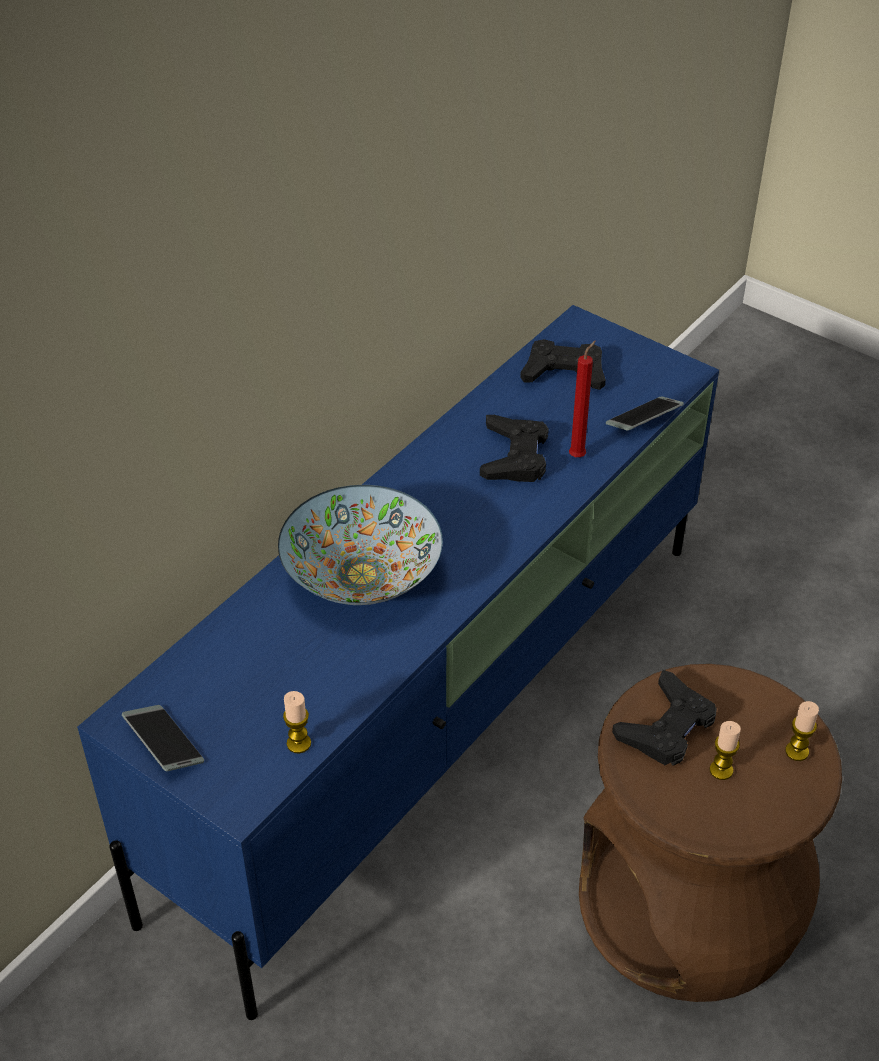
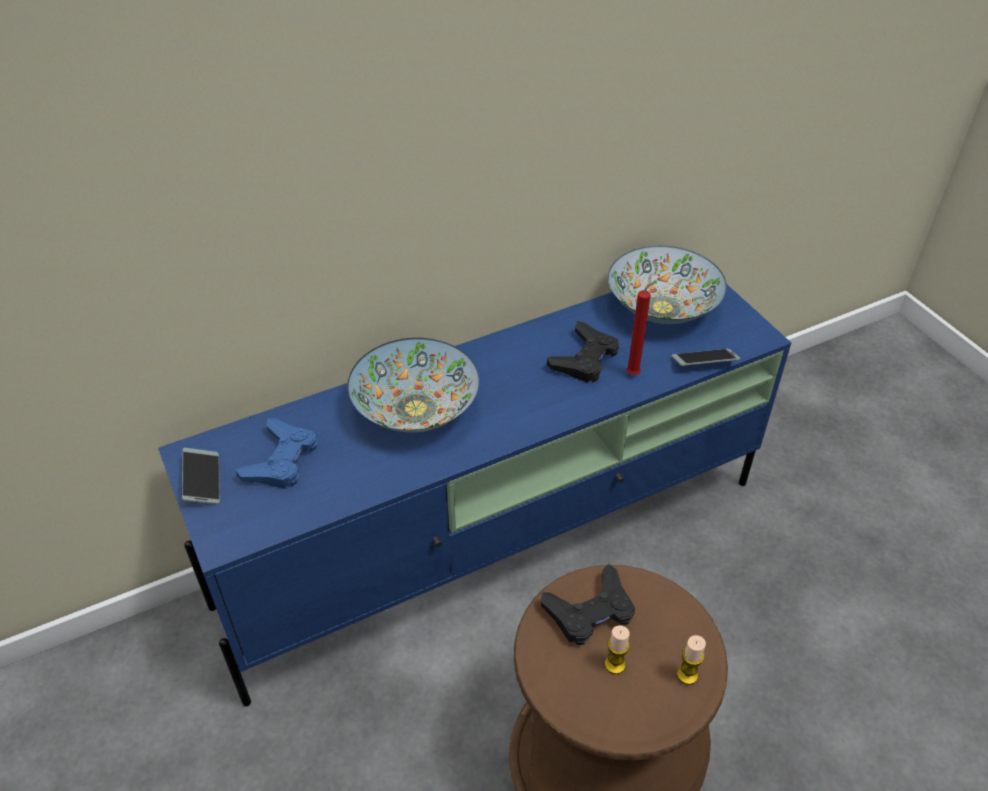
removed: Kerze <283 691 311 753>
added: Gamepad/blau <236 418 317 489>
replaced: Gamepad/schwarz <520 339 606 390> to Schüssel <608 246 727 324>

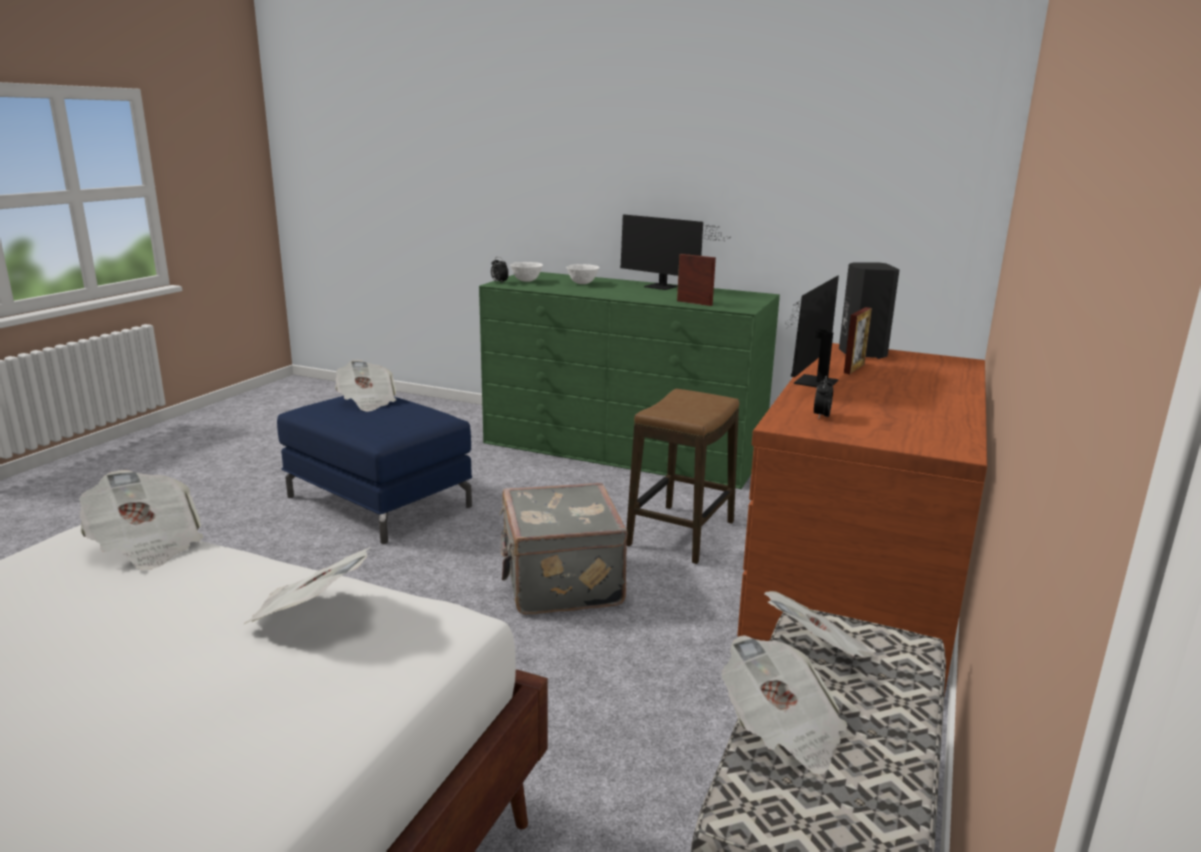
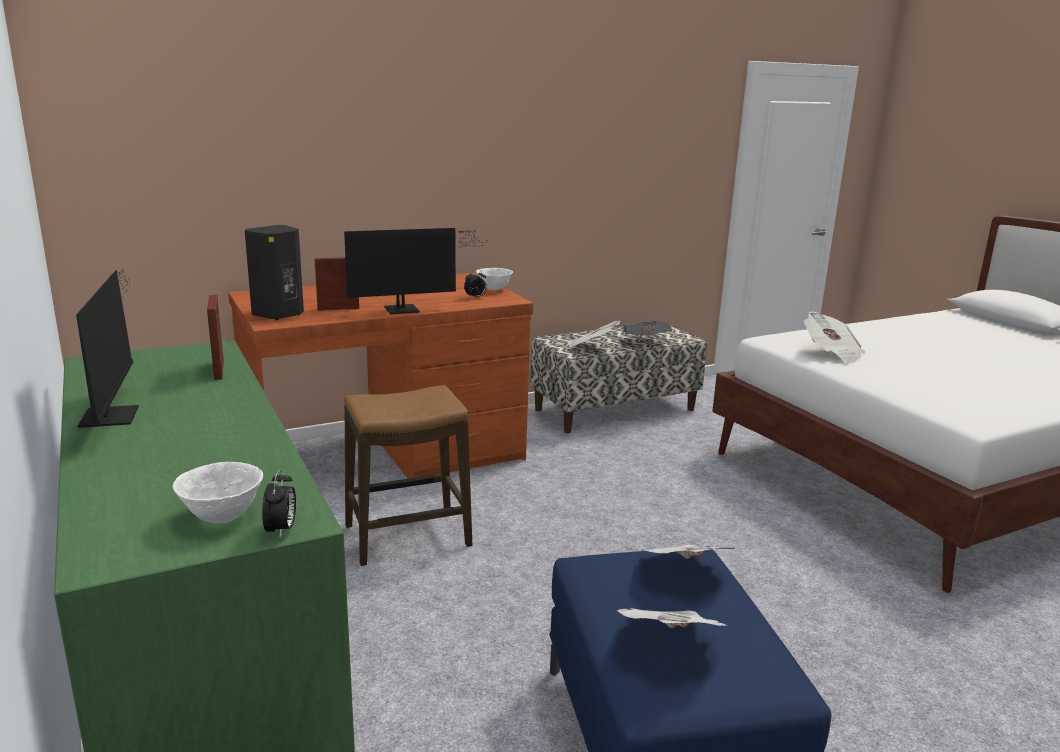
removed: Koffer/grau <499 483 628 615>
moved: Schüssel/weiß <566 264 600 284> to <476 268 513 290>; Zeitung <79 470 203 570> to <643 545 735 559>

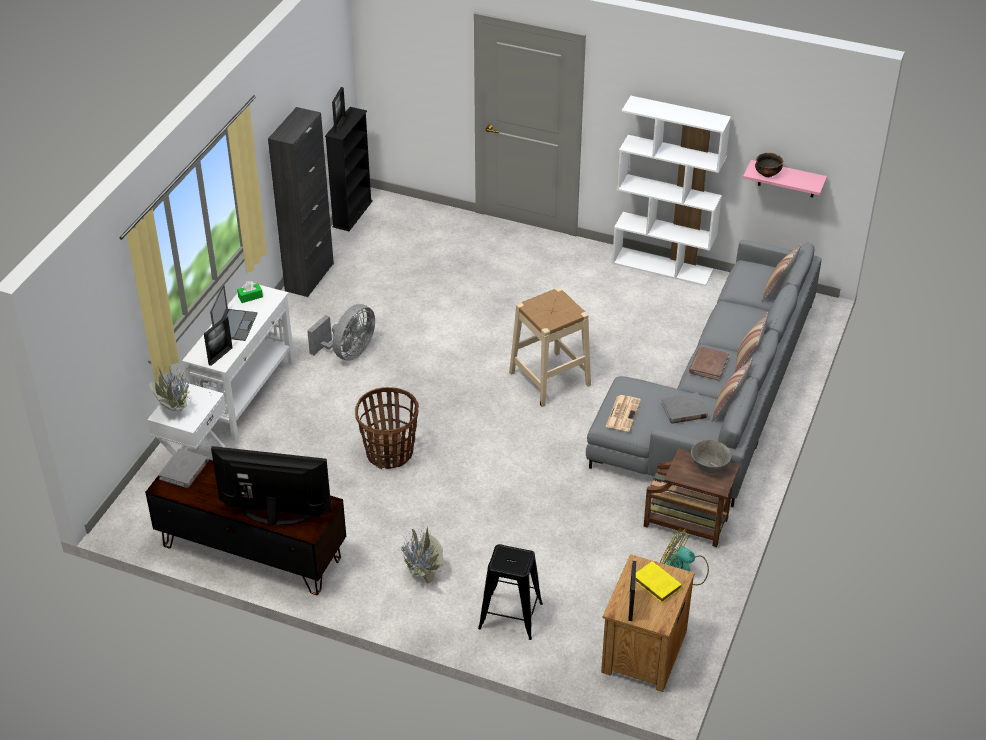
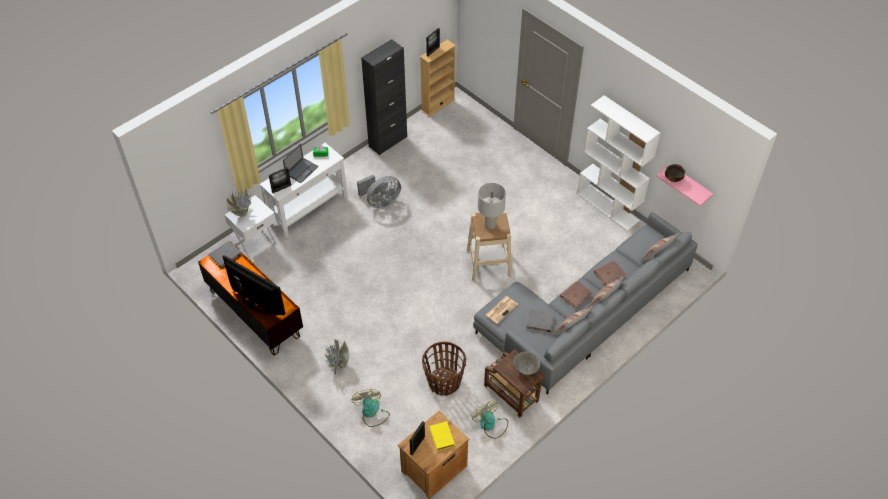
added: Tischlampe/grau <478 183 506 229>; Buch/braun <594 261 626 286>
moved: Korb <355 387 419 469> to <422 341 466 396>
replaced: Hocker/schwarz <478 544 543 640> to Ventilator <352 389 390 427>
recoloured: Bücherregal/schwarz <325 107 373 231> to Bücherregal/beige <420 39 456 117>

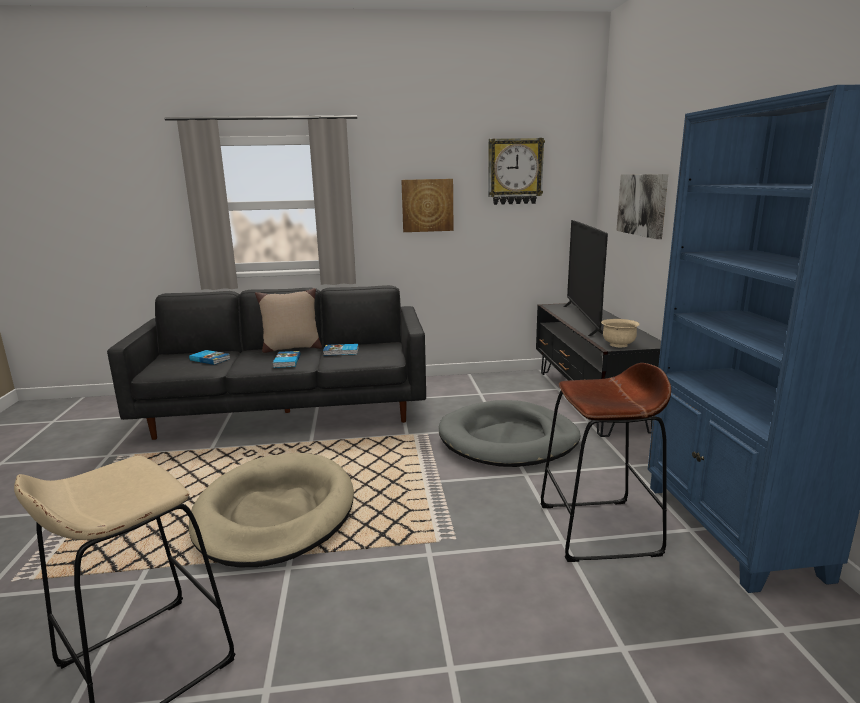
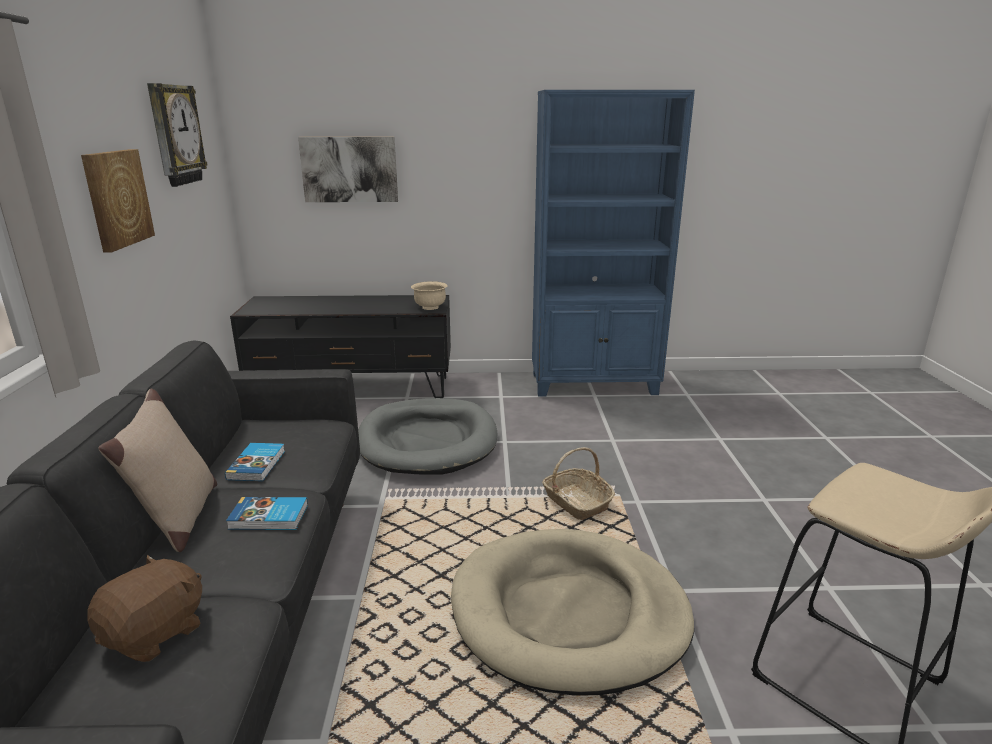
removed: Hocker/braun <540 363 671 562>; Fernseher <563 220 608 336>
added: Korb <542 447 615 520>
replaced: Buch <189 350 230 365> to Plüschtier/braun <87 555 202 662>

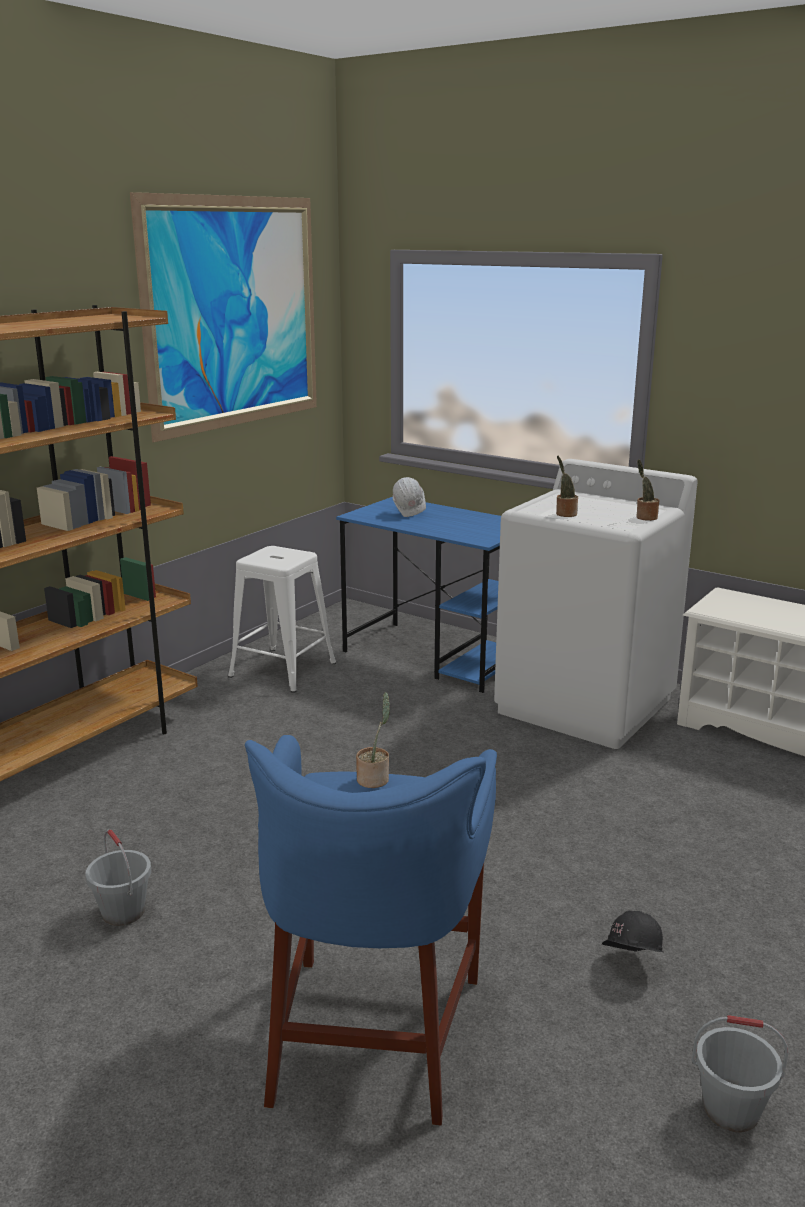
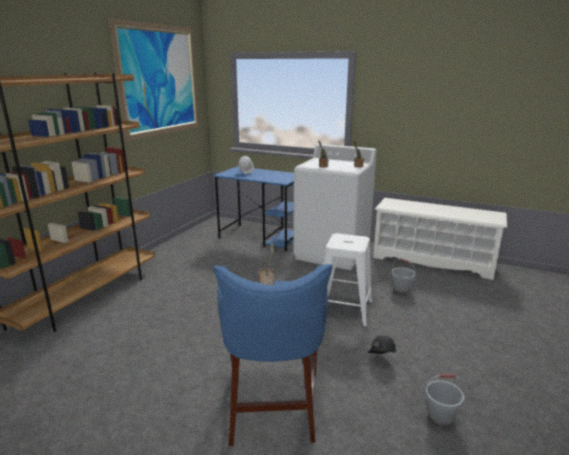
moved: Hocker/weiß <228 546 336 693> to <323 233 372 327>; Eimer/grau <85 829 151 926> to <391 258 416 294>

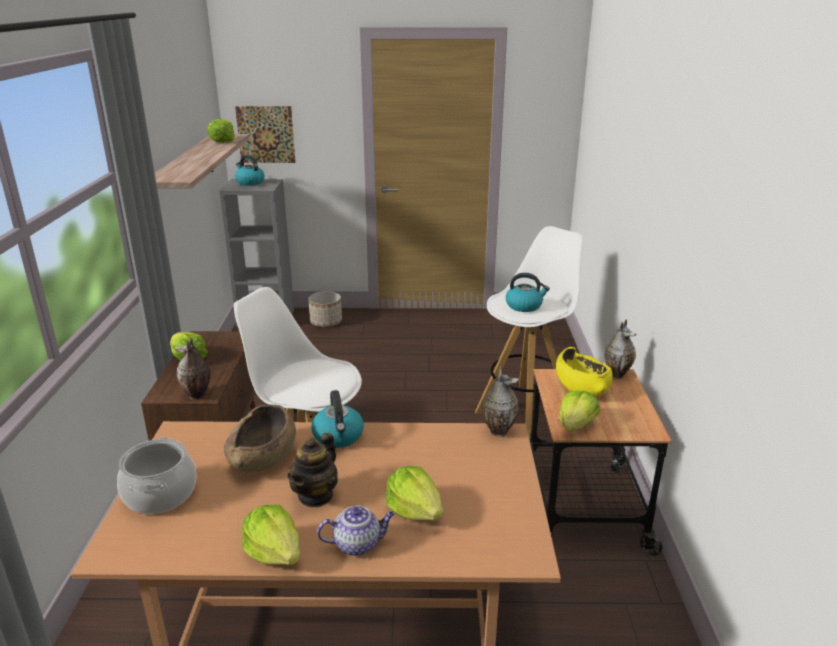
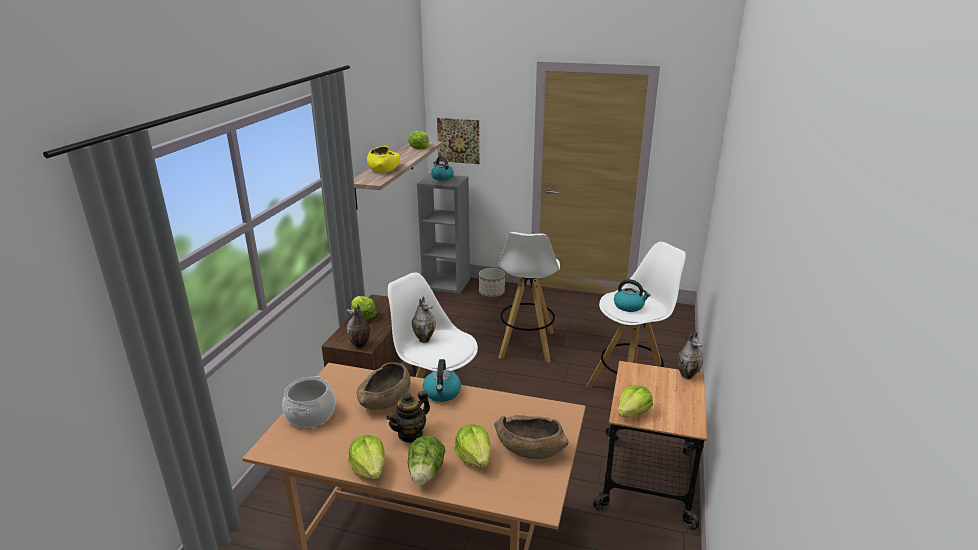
added: Schüssel/braun <494 415 568 459>; Hocker/weiß <498 232 560 363>
moved: Schüssel/gelb <556 347 613 397> to <367 146 400 173>; Vase <482 365 519 437> to <412 296 436 343>
replaced: Teekanne <317 506 395 556> to Salatkopf <408 436 445 485>

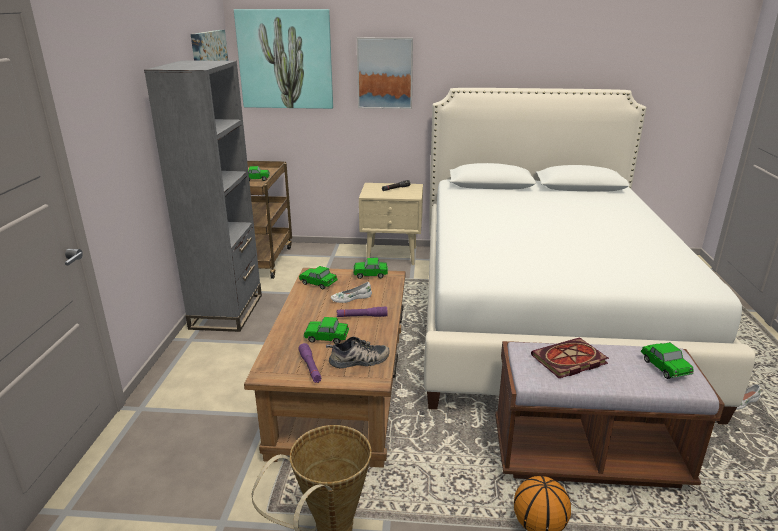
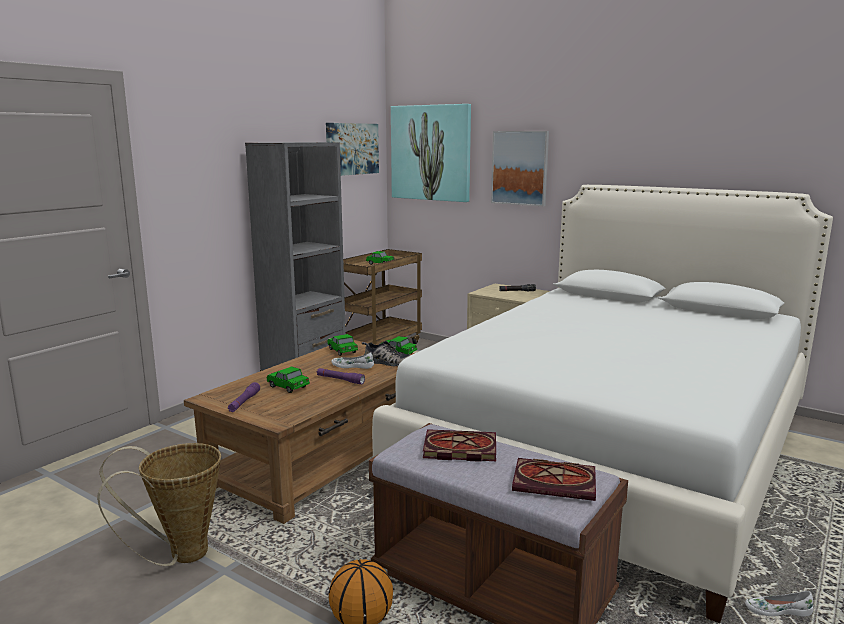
moved: Schuh <326 337 390 368> to <361 341 411 366>
replaced: Spielzeugauto <641 342 694 379> to Buch <512 458 596 501>

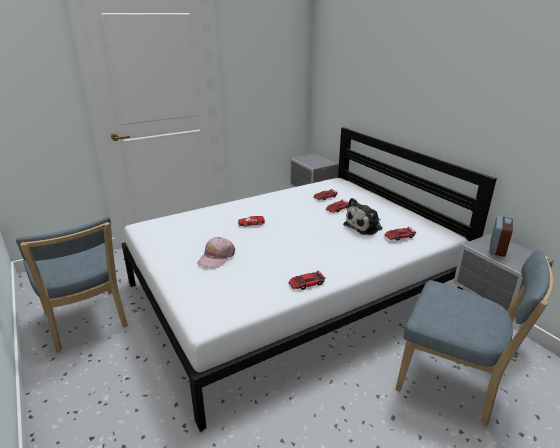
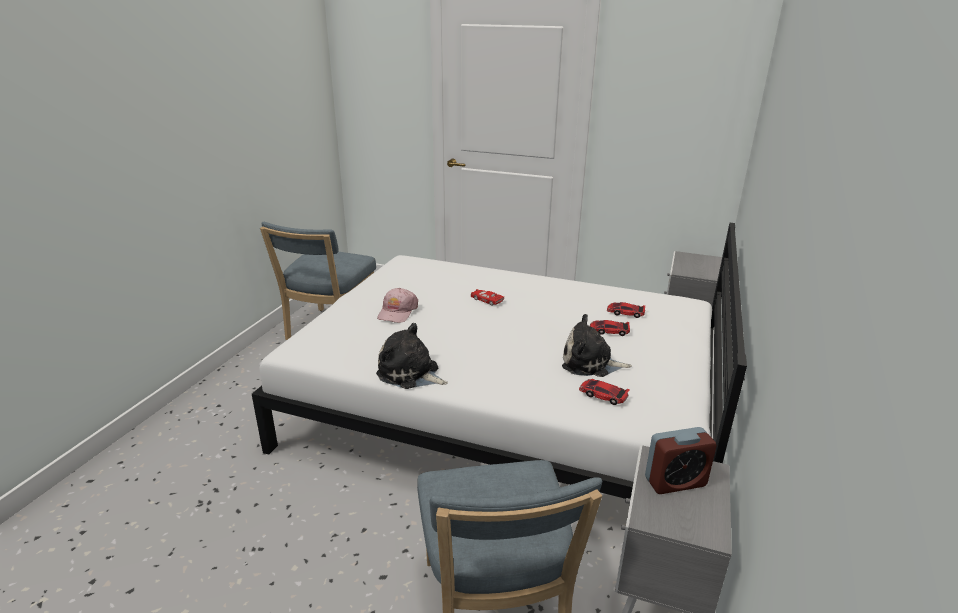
replaced: Spielzeugauto <288 270 326 290> to Plüschtier <376 323 448 389>
turned: Kappe/rosa <197 237 235 268> = <377 288 418 323> 60 degrees counterclockwise

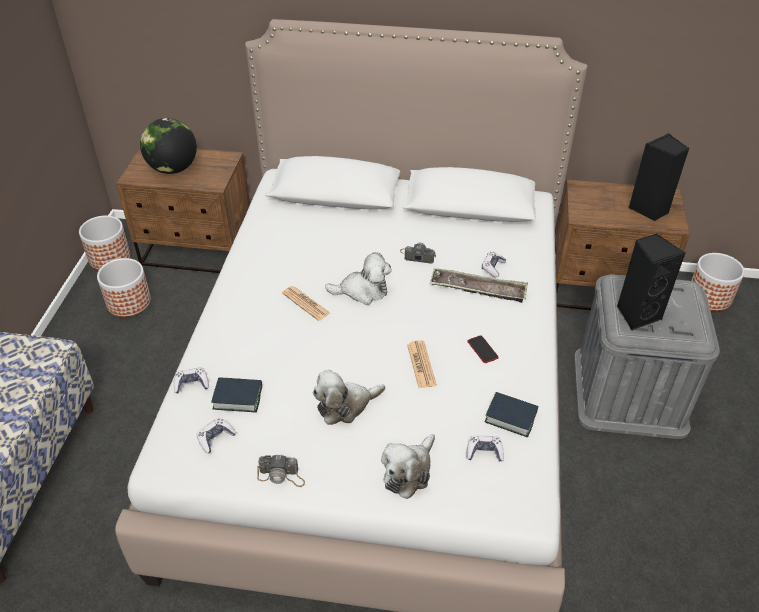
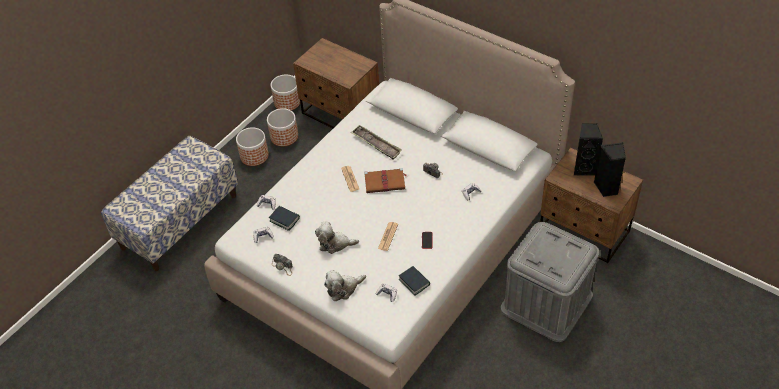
removed: Globus <140 118 197 174>
moved: Pflanzkübel <691 253 745 311> to <236 127 269 166>; Tablett <430 268 528 303> to <351 125 402 160>; Lautsprecher/schwarz <617 234 685 330> to <574 123 603 175>
replaced: Plüschtier <325 252 392 305> to Buch/braun <364 168 407 193>

